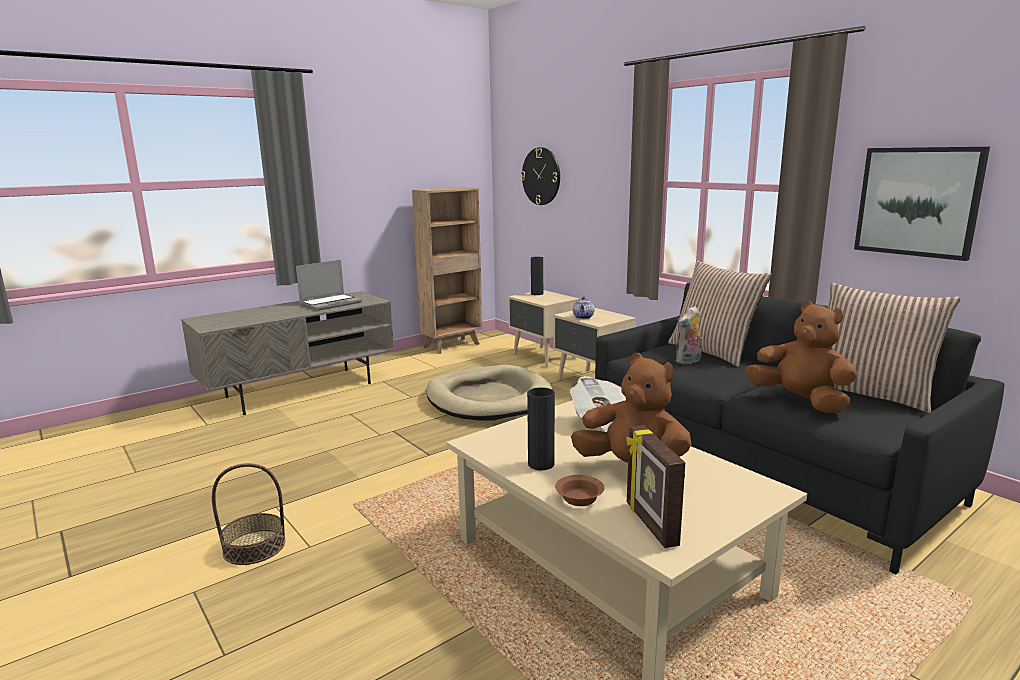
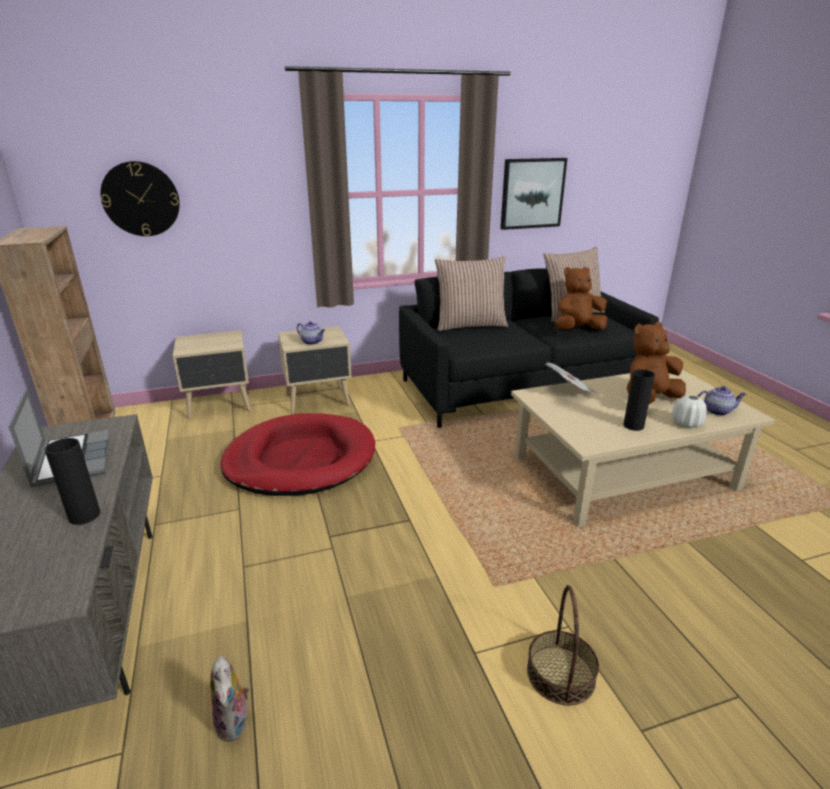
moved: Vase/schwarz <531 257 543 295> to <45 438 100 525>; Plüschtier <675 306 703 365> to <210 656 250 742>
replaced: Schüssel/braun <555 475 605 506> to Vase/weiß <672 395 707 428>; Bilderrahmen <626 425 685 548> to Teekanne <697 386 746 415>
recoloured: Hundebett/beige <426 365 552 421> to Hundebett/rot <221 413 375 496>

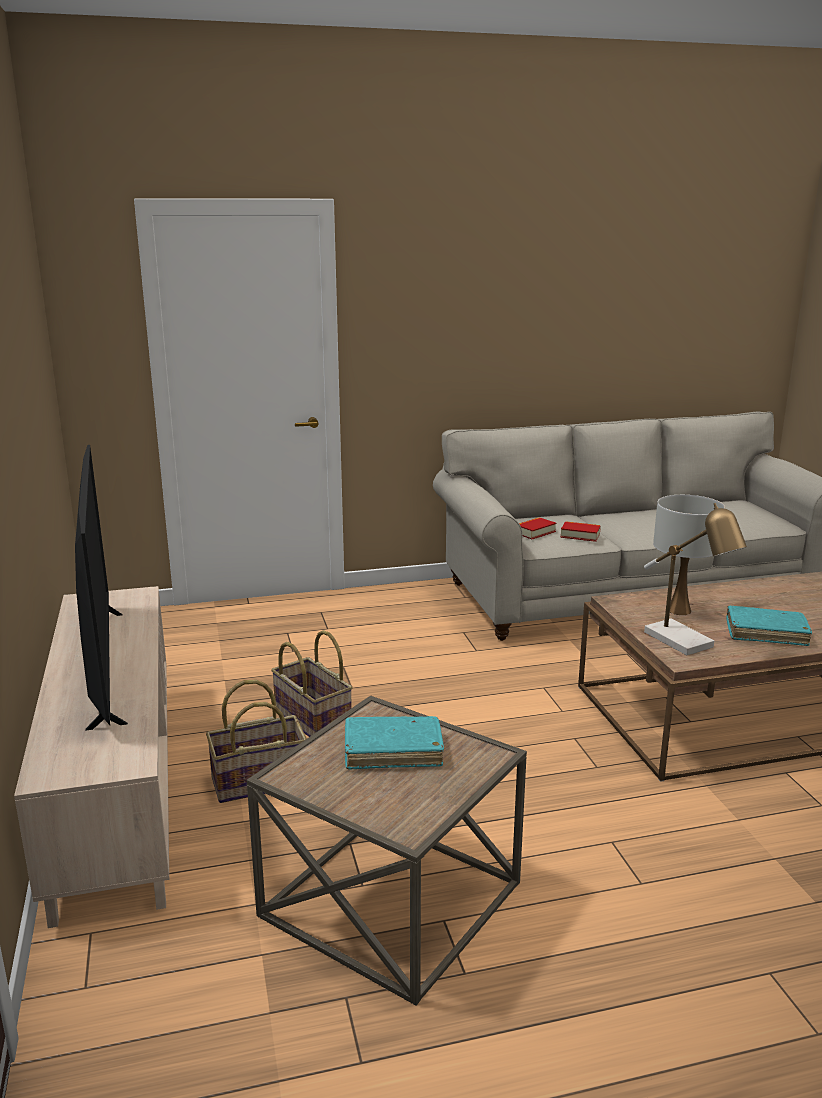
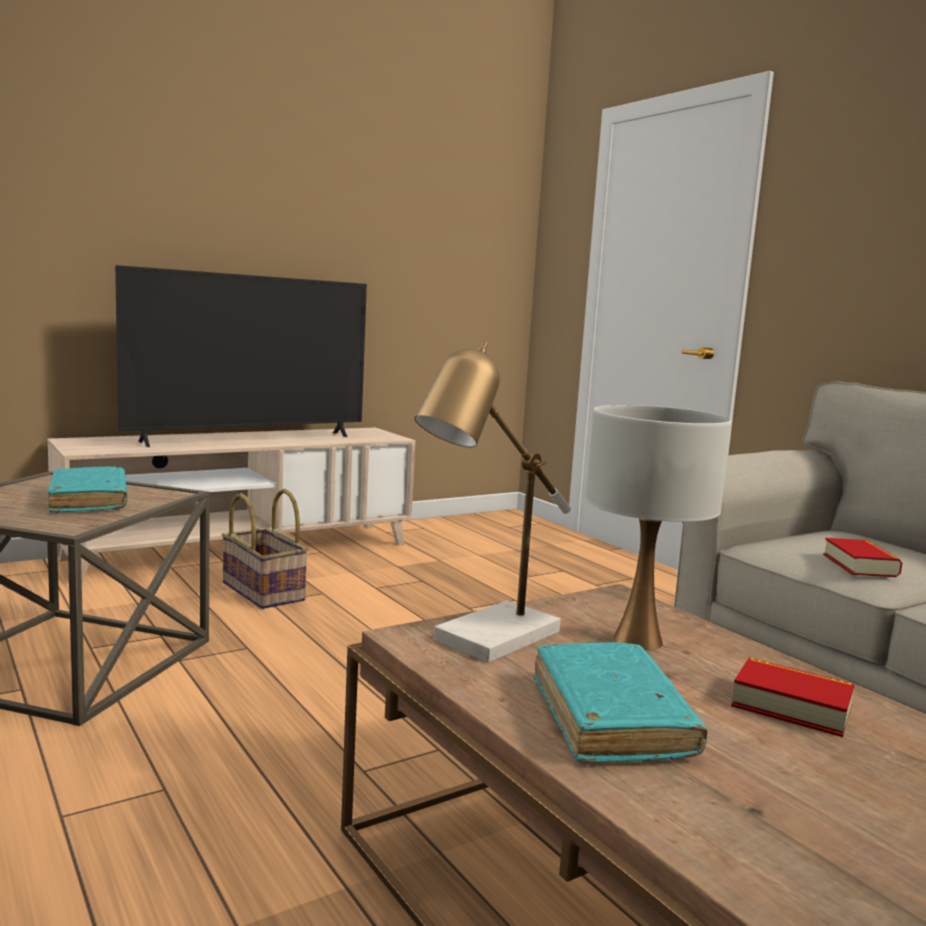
removed: Korb <271 630 353 737>
moved: Buch <519 517 556 539> to <731 658 855 737>

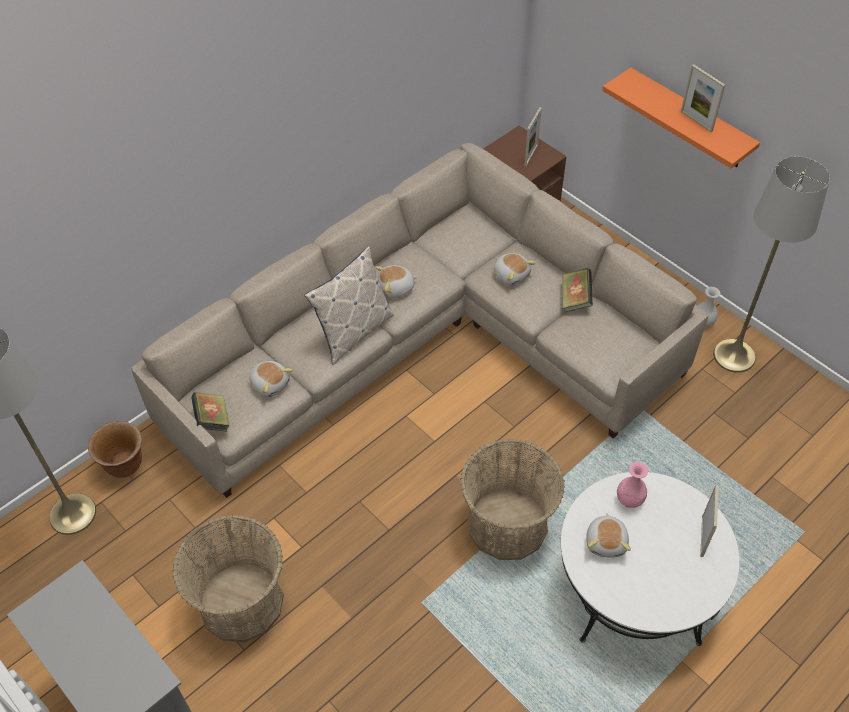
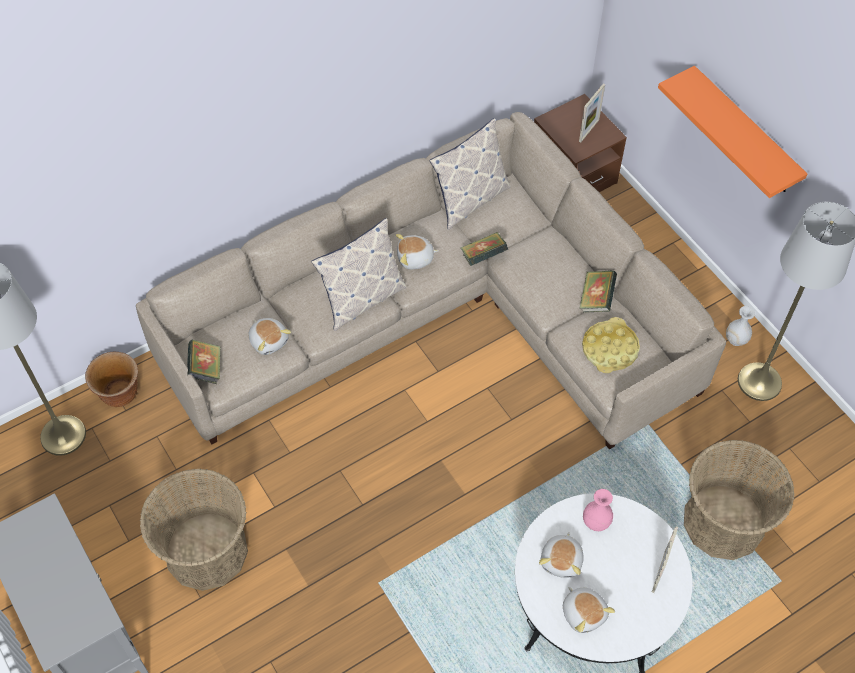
removed: Bilderrahmen <681 64 725 132>
added: Kissen <429 118 511 230>; Buch <461 232 508 266>; Tablett/gelb <582 317 640 373>
moved: Plüschtier <494 253 536 286> to <563 587 615 633>; Korb <460 439 565 560> to <684 440 795 560>

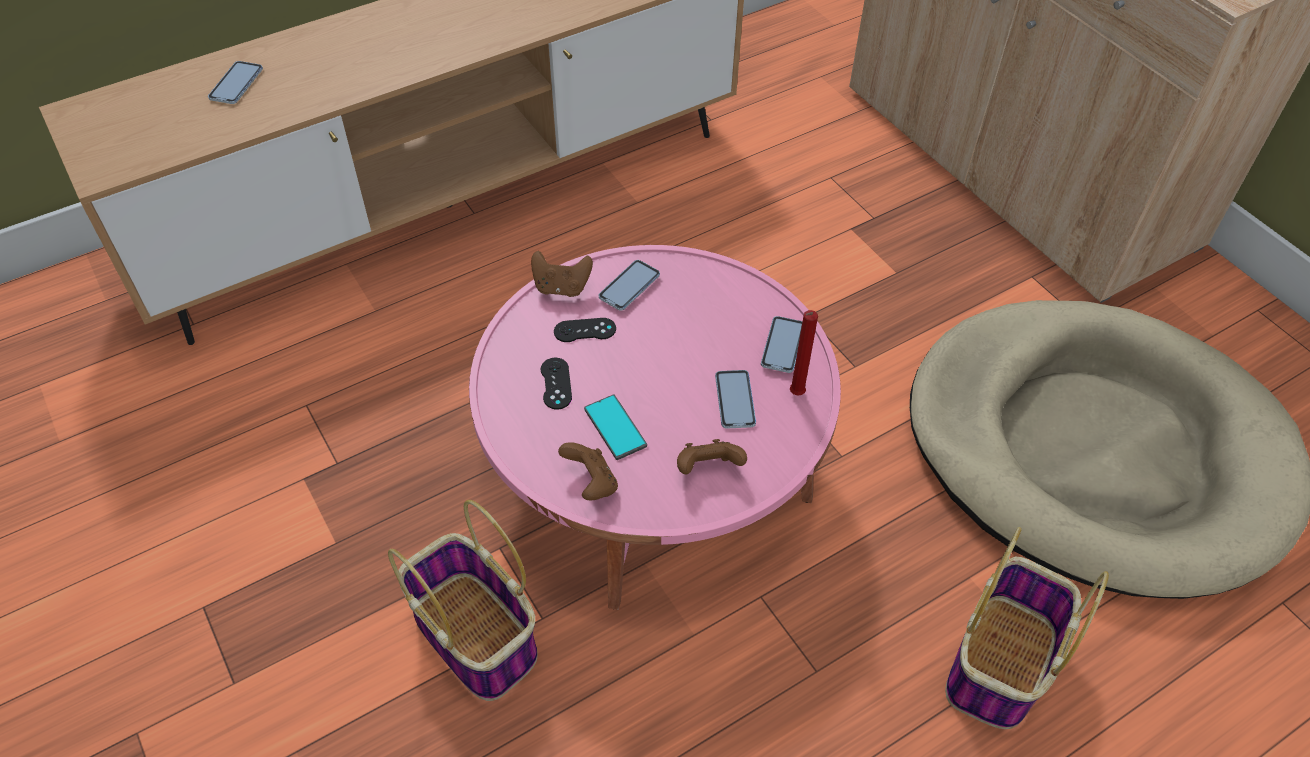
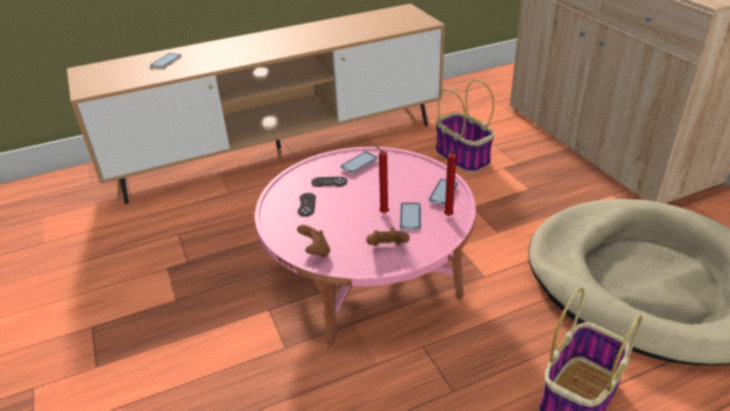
removed: Gamepad/braun <531 251 593 297>; Handy <584 395 647 460>
added: Kerze/rot <374 145 389 213>
moved: Korb <388 500 538 701> to <435 79 495 173>

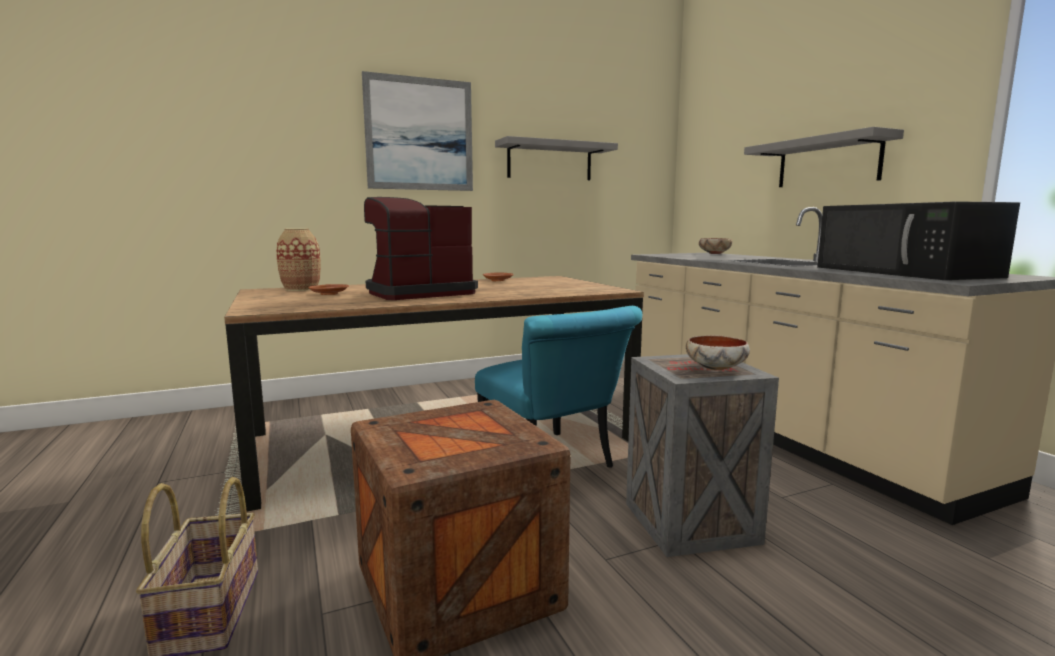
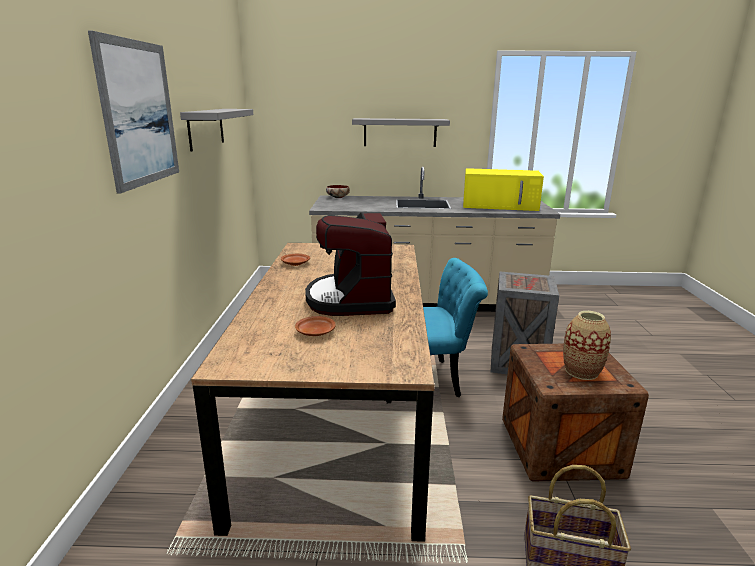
removed: Schüssel <686 335 750 370>
moved: Vase <276 228 321 291> to <563 311 611 380>
recoloured: Mikrowelle/schwarz <817 201 1020 280> to Mikrowelle/gelb <463 168 544 211>

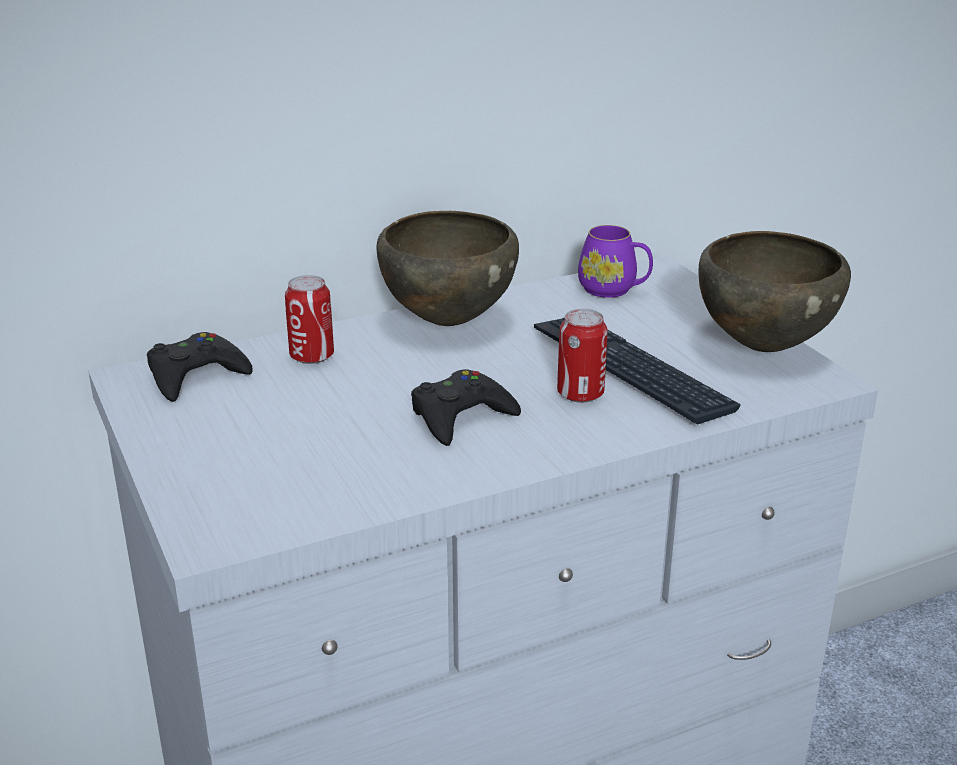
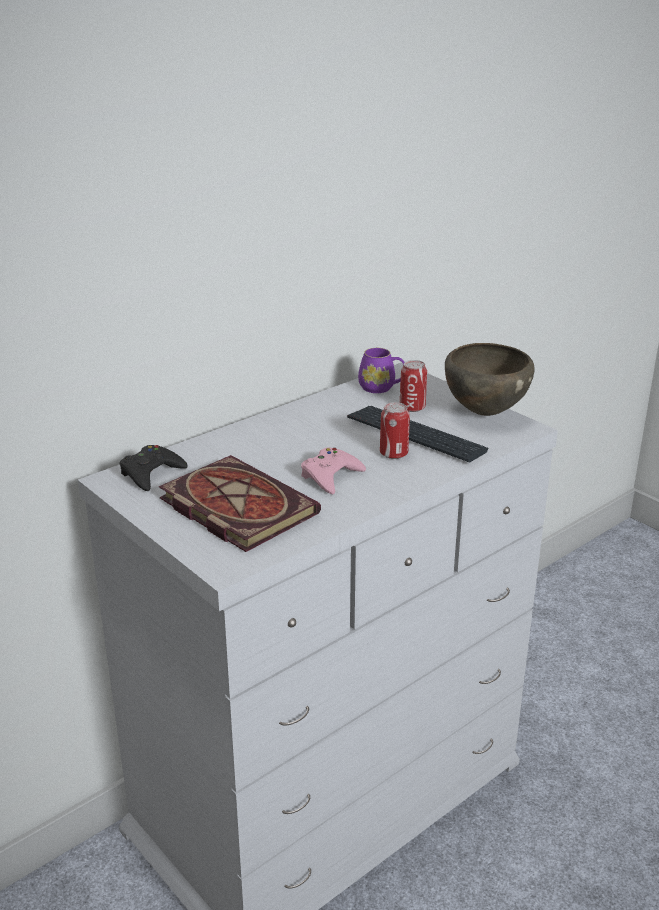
removed: Schüssel/braun <376 211 519 326>
added: Buch <159 455 321 552>
moved: Dose <285 275 334 364> to <400 360 427 412>
recoloured: Gamepad/schwarz <411 369 521 446> to Gamepad/rosa <301 448 366 494>

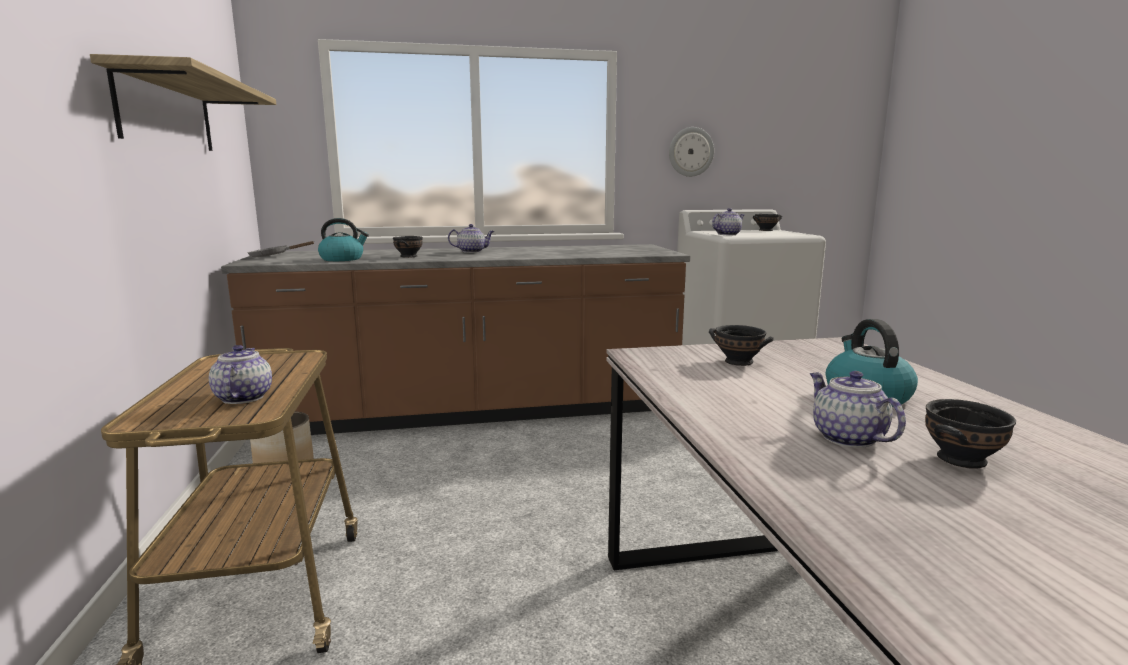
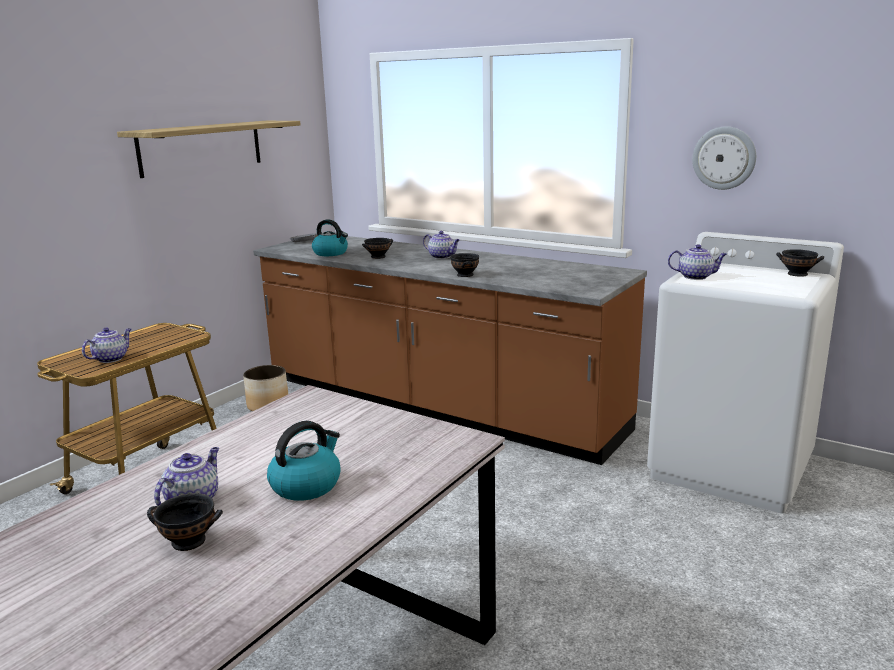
moved: Schüssel/schwarz <709 325 774 366> to <451 253 479 277>

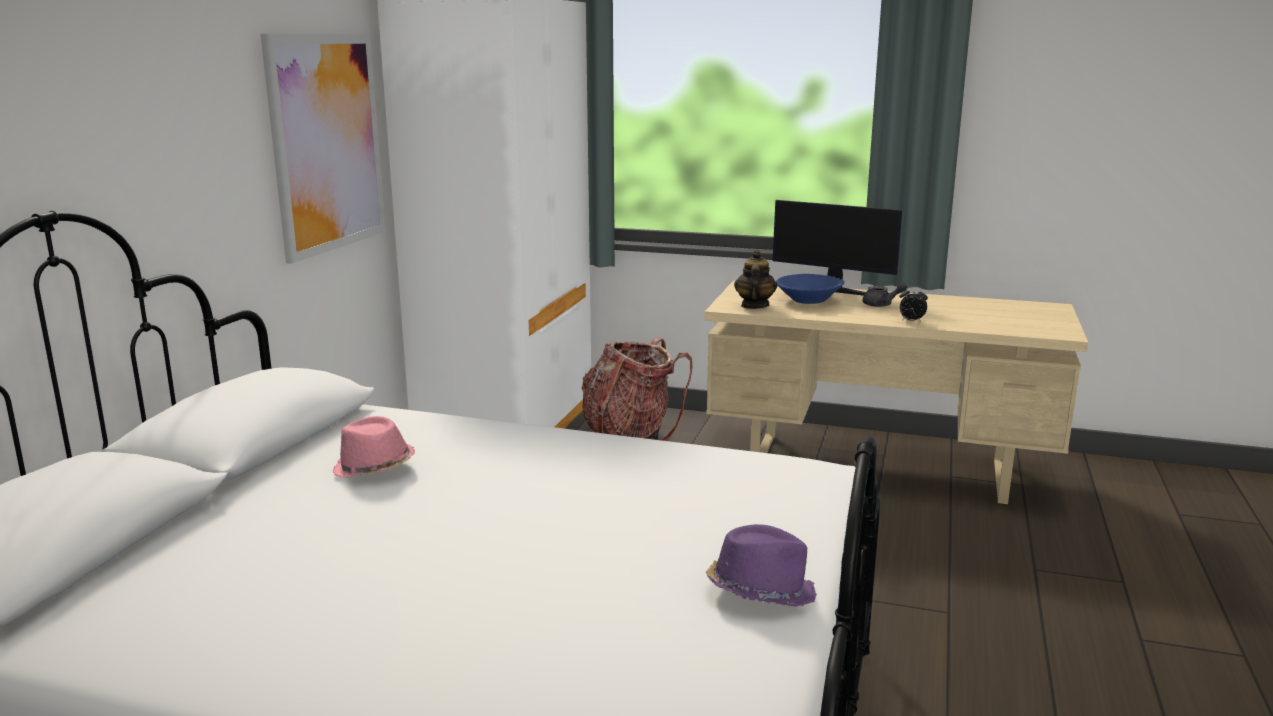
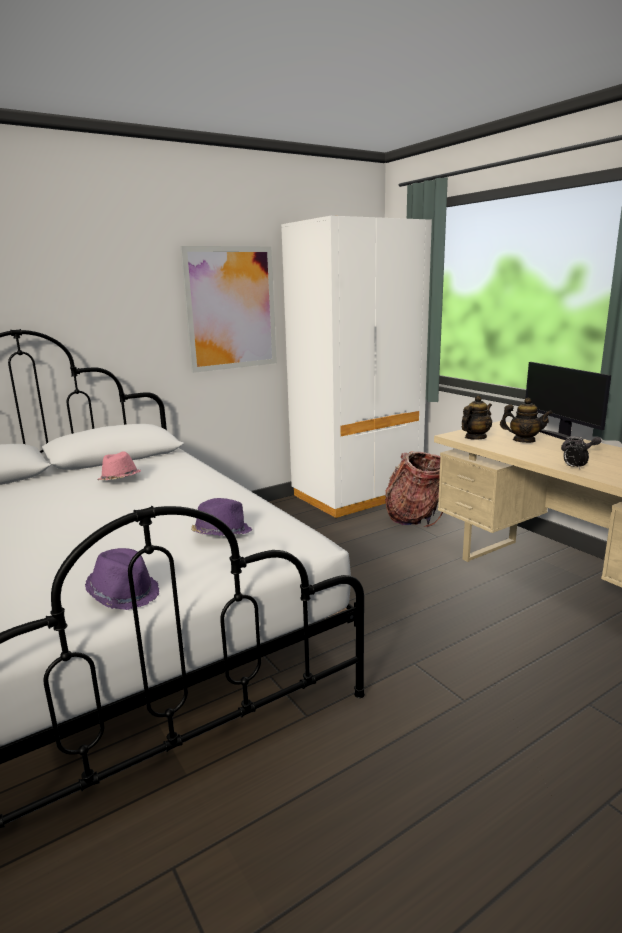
added: Hut/lila <191 498 252 536>
replaced: Schüssel/blau <776 274 845 304> to Teekanne <500 398 552 443>

